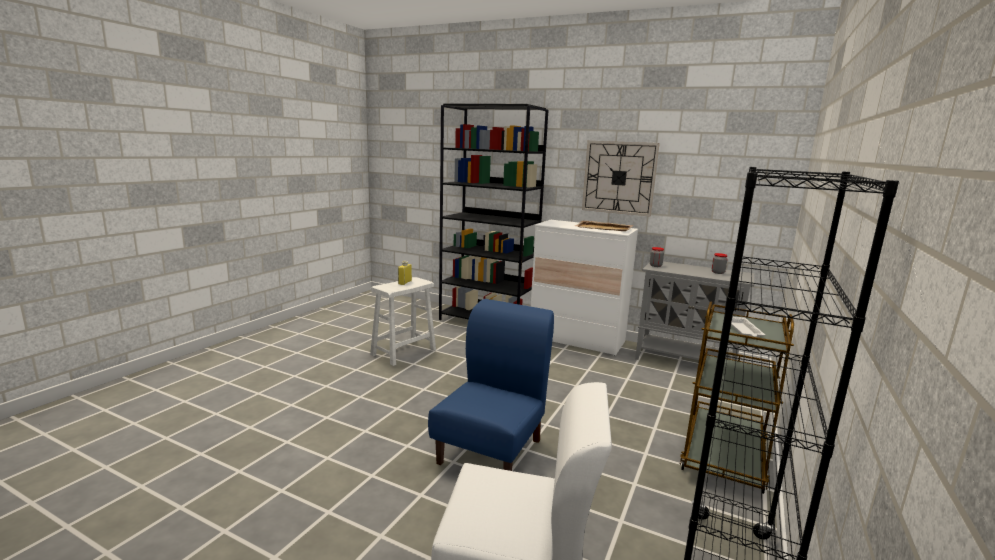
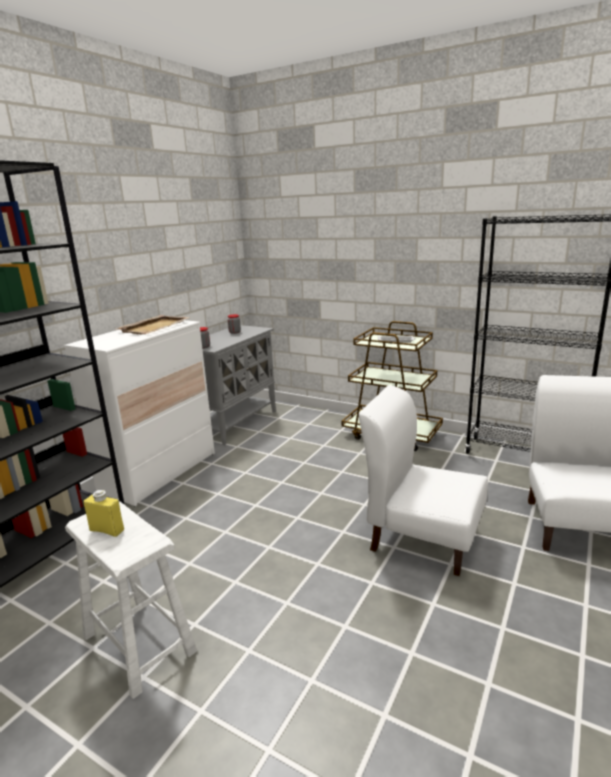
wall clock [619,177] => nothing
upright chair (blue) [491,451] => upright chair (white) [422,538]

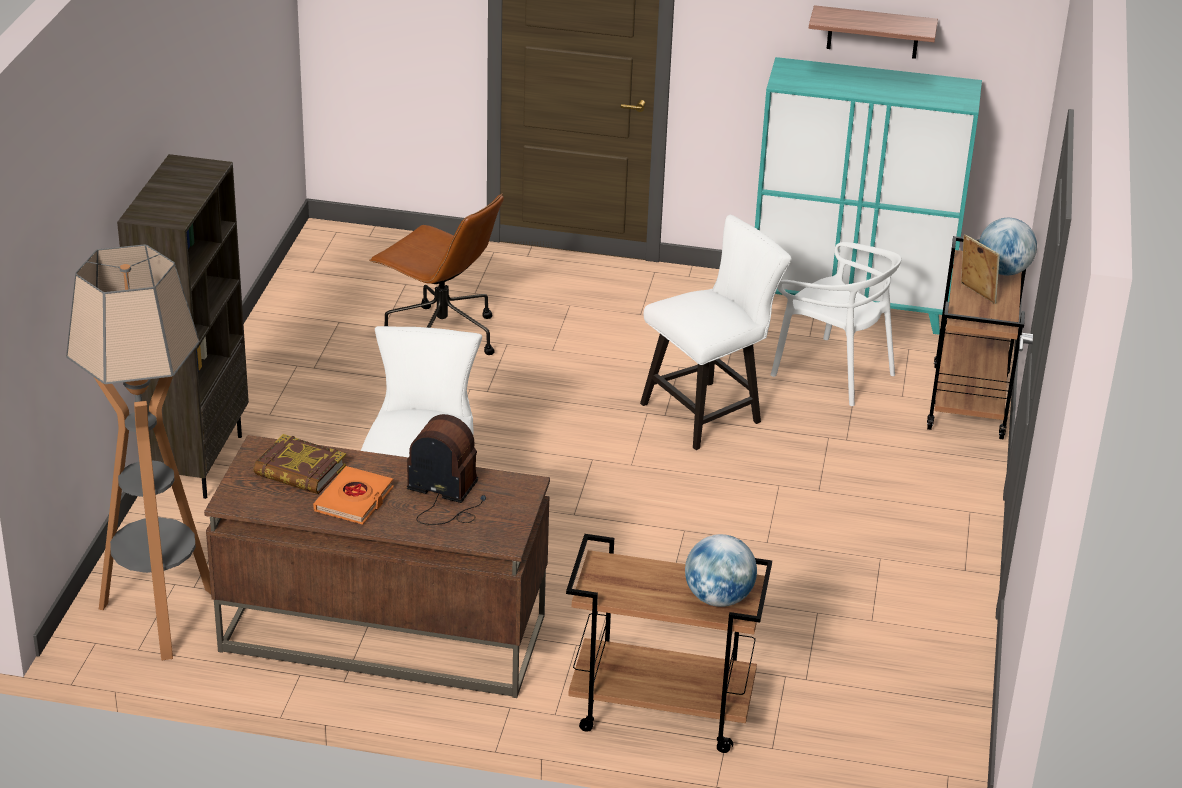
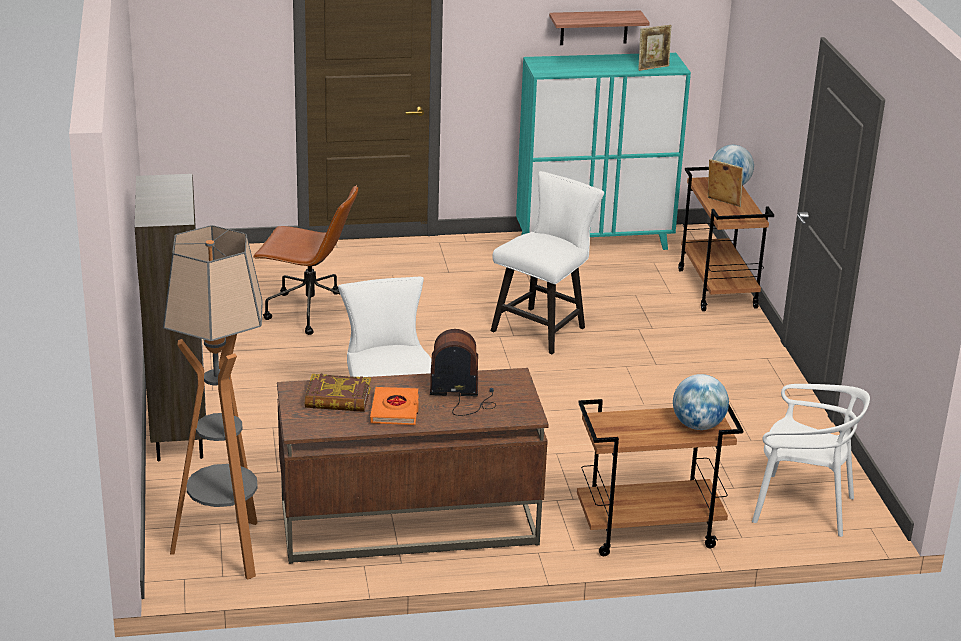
nothing => photo frame [653,68]
upright chair (white) [833,373] => upright chair (white) [802,507], moved

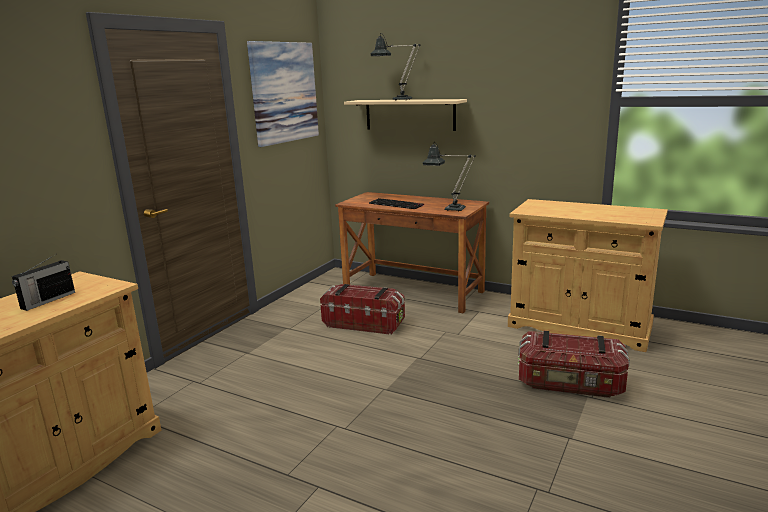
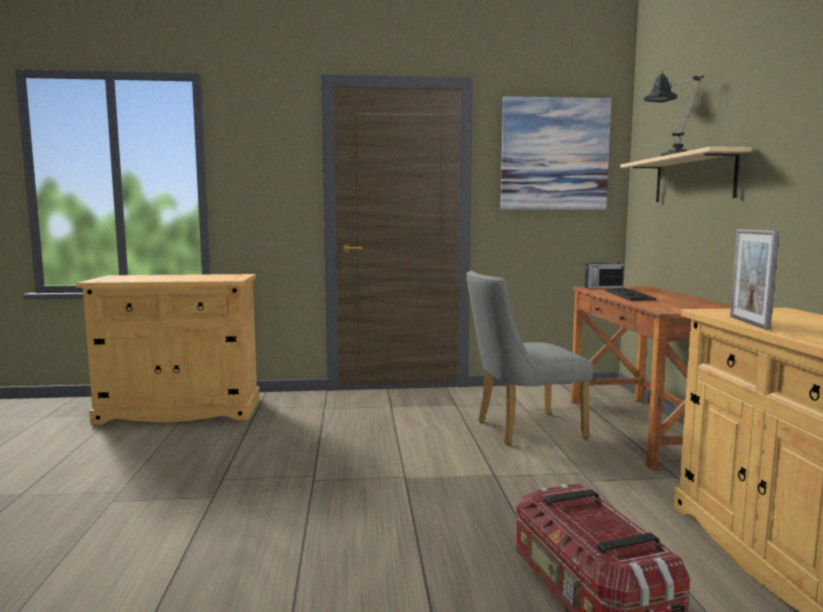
lamp for a table [449,209] => nothing
nothing => photo frame [749,323]
radio receiver [47,300] => radio receiver [602,287], moved
storage box [364,323] => upright chair (grey) [521,429]

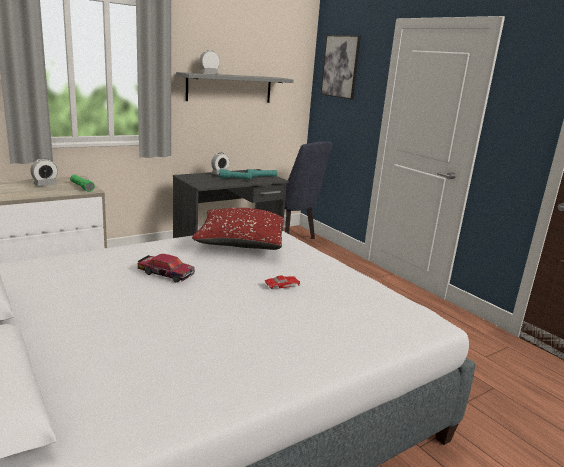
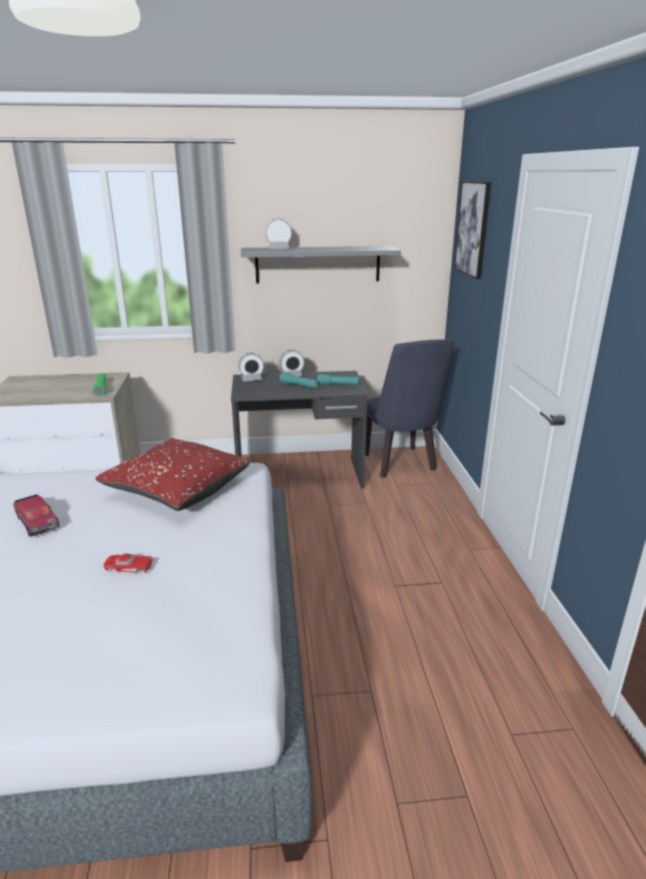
bedside clock [45,185] => bedside clock [251,379], moved

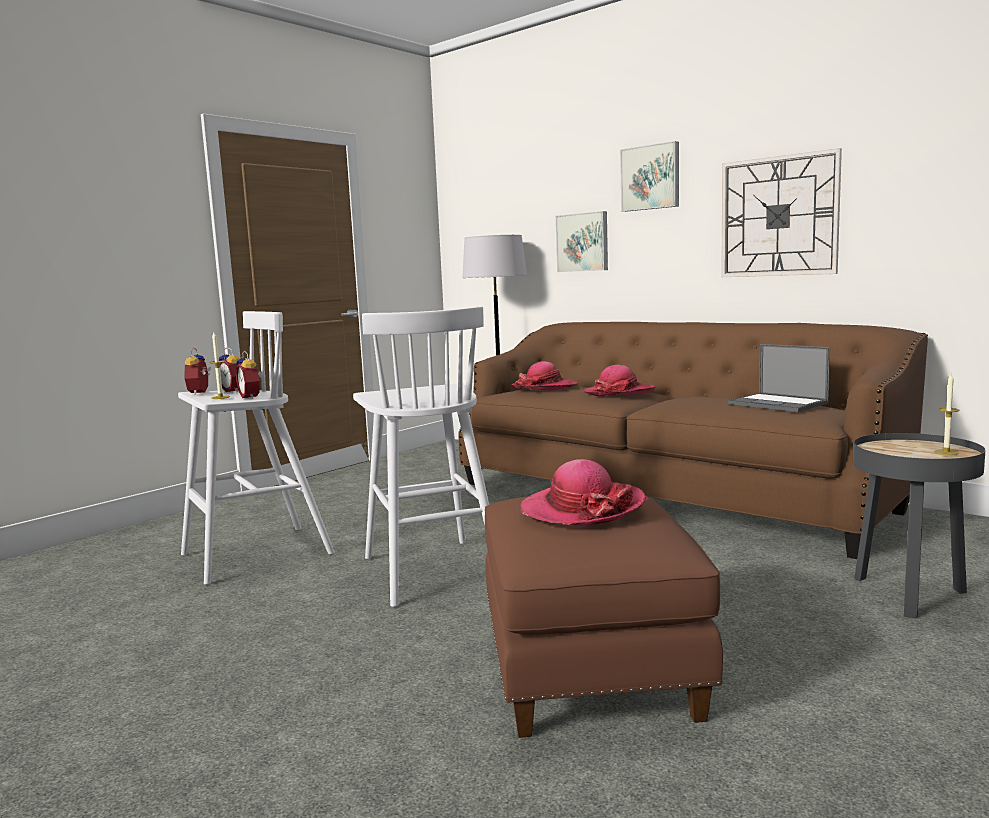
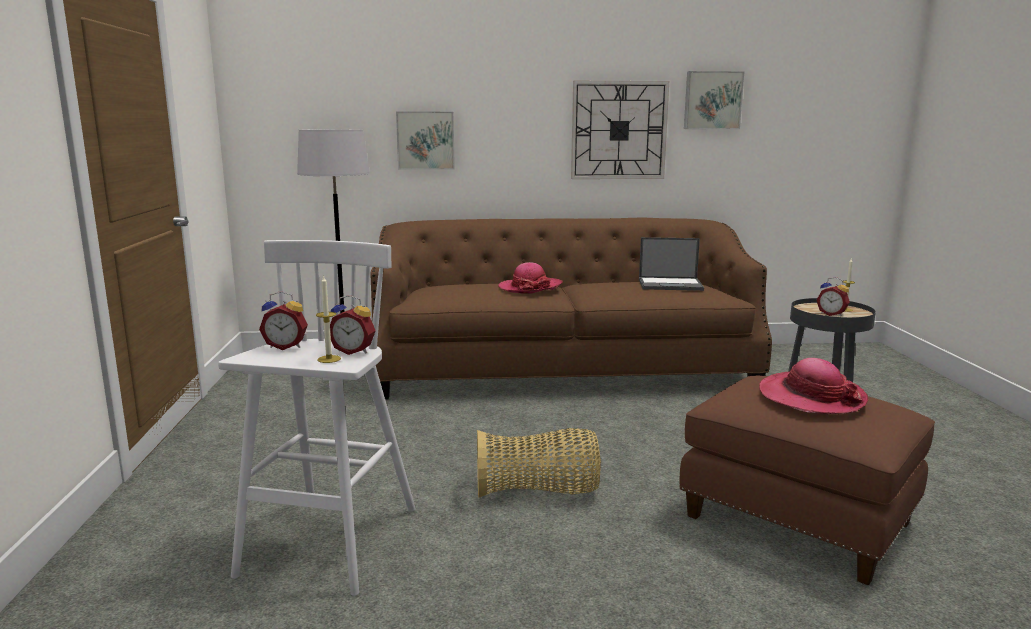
clothing hat [545,387] => nothing
bedside clock [201,392] => bedside clock [832,314], moved
wall art [651,177] => wall art [712,100], moved
sitting stool (white) [430,570] => household basket [538,492]

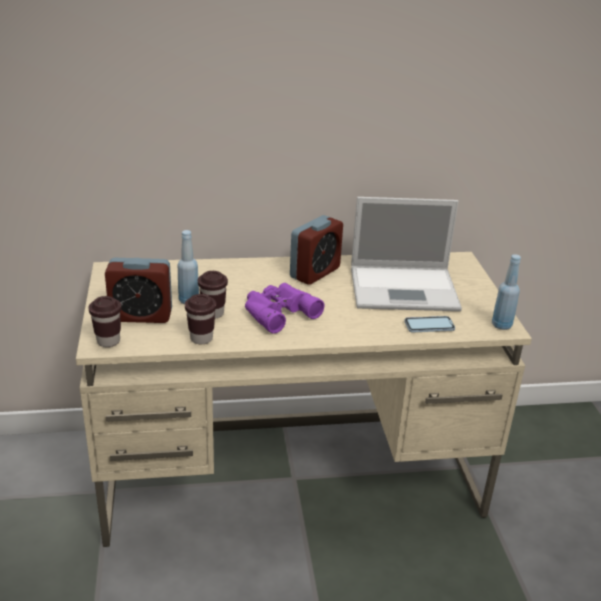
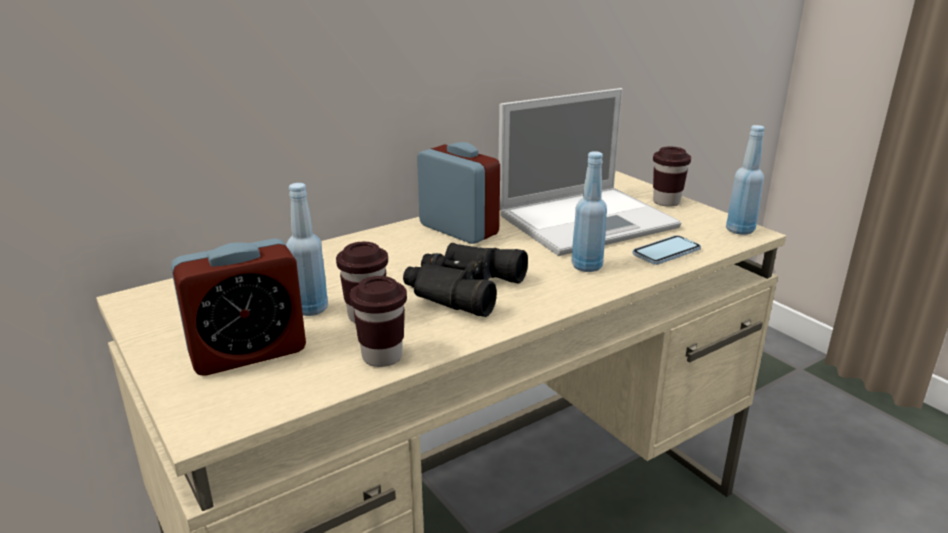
nothing => bottle (blue) [587,266]
small cup (brown-coloured) [108,341] => small cup (brown-coloured) [666,202], moved
binoculars (purple) [277,312] => binoculars (black-coloured) [459,288]
bedside clock [315,272] => bedside clock [458,230], 60 degrees counterclockwise

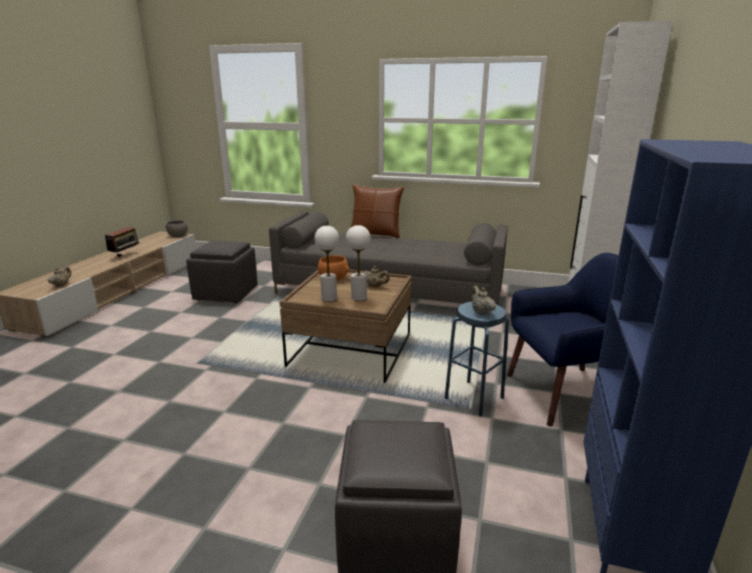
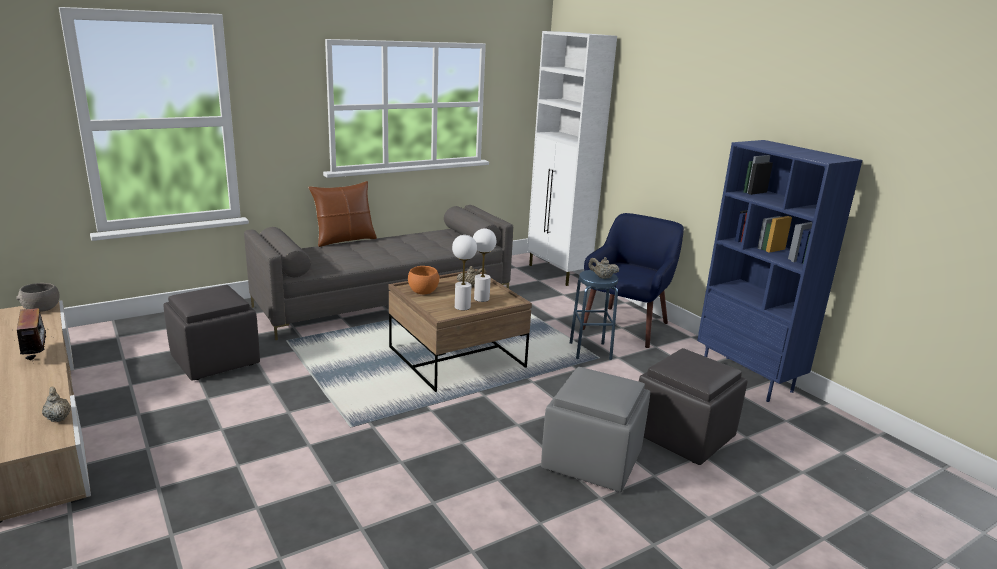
nothing => footrest (grey) [591,459]

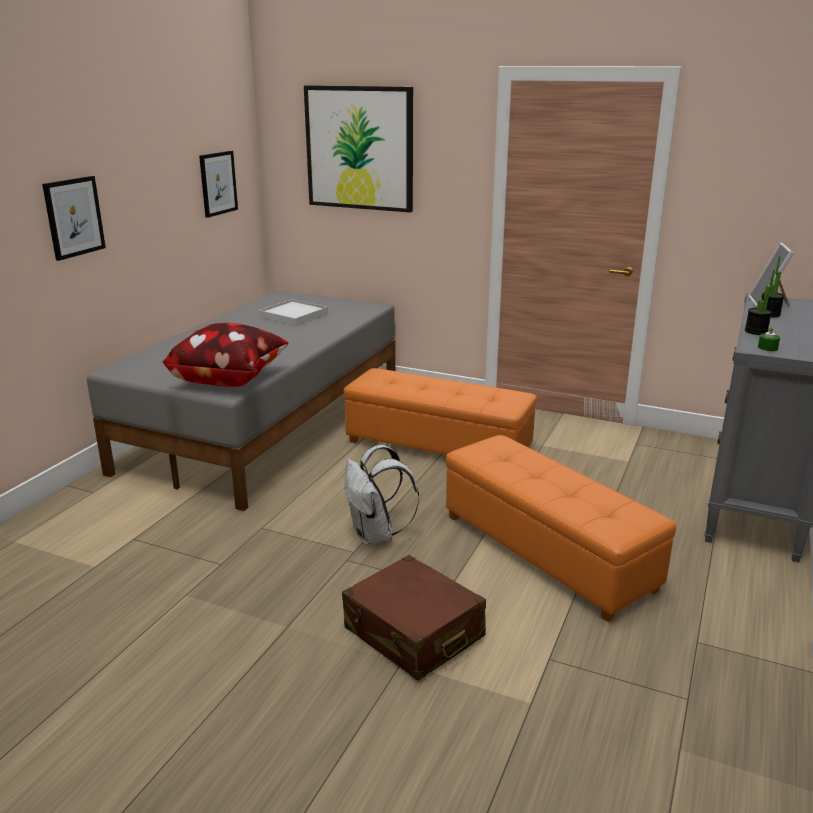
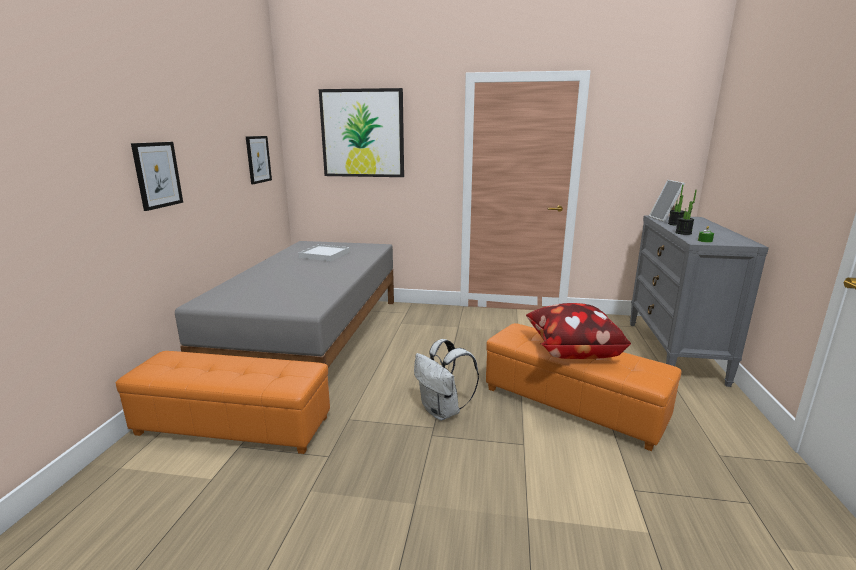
travel case (brown-coloured) [413,633] => nothing
pillow [229,379] => pillow [571,351], moved
footrest (orangey) [439,446] => footrest (orangey) [234,425], moved

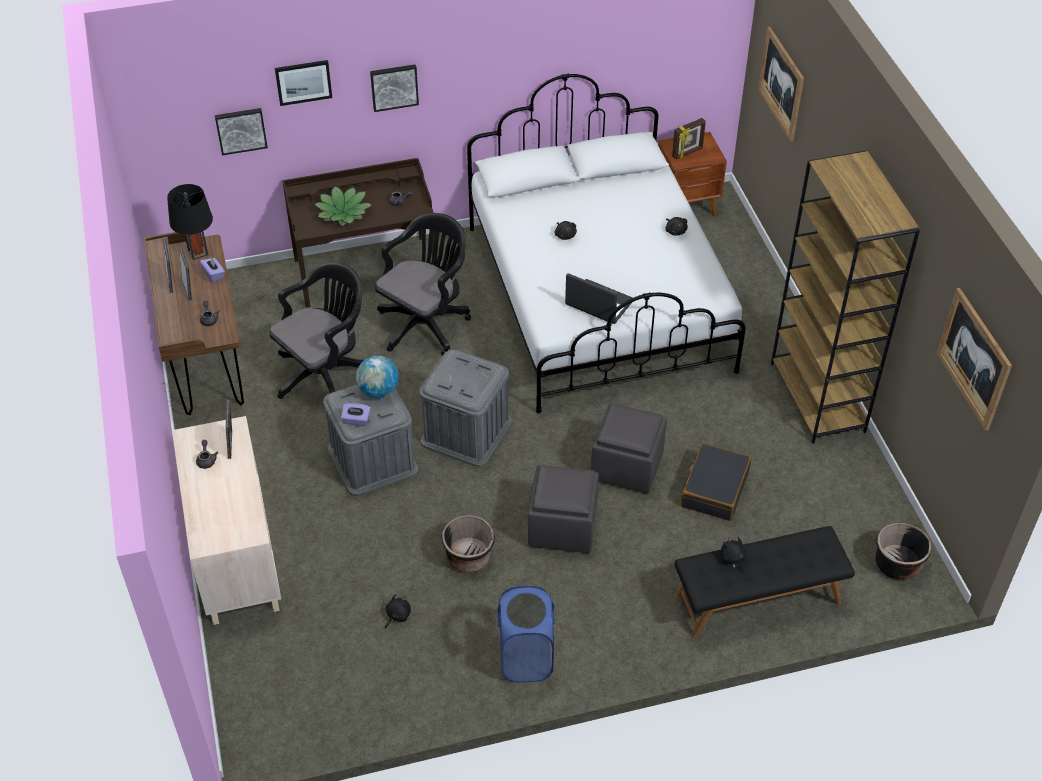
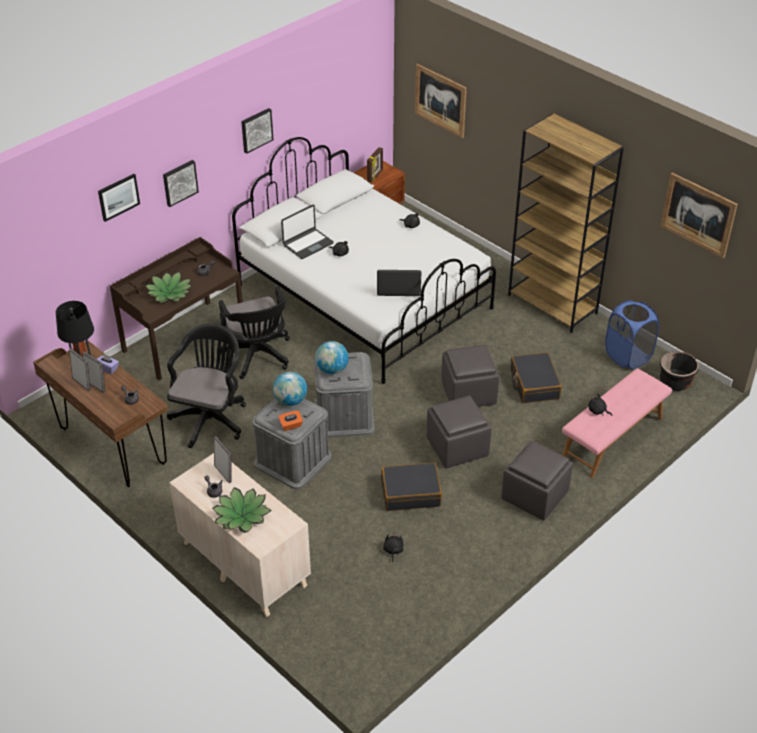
nothing => potted plant [242,515]
nothing => laptop [307,244]
nothing => globe [332,370]
nothing => footrest (grey) [535,496]
wall art [241,130] => wall art [256,130], moved
hamper (blue) [526,659] => hamper (blue) [628,356], moved
plant pot (black-coloured) [468,557] => travel case (black-coloured) [410,493]
tissue holder (purple) [356,420] => tissue holder (orangey) [291,425]
long seat (black-coloured) [758,600] => long seat (pink-coloured) [613,438]
desk chair (black-coloured) [426,323] => desk chair (black-coloured) [257,357], 150 degrees clockwise

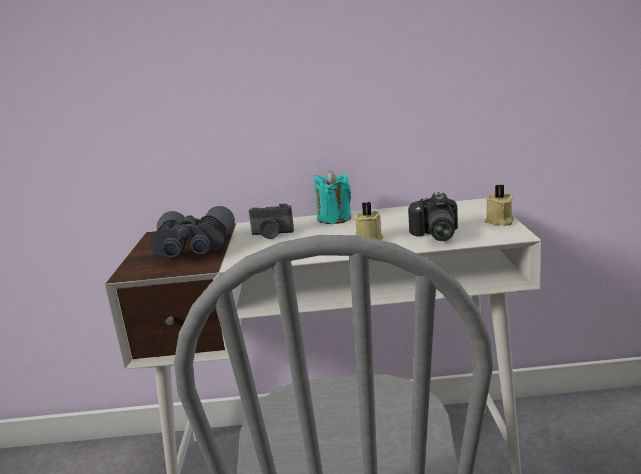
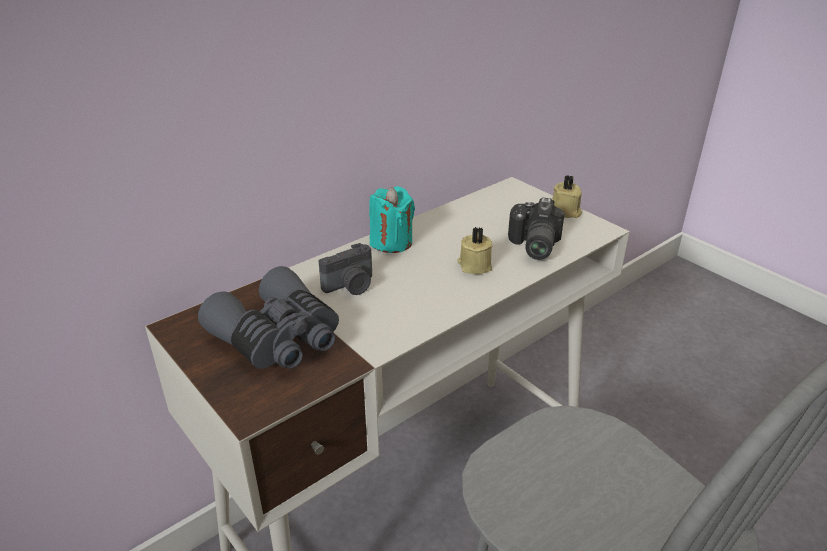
photo camera [434,235] => photo camera [532,245], 45 degrees clockwise

